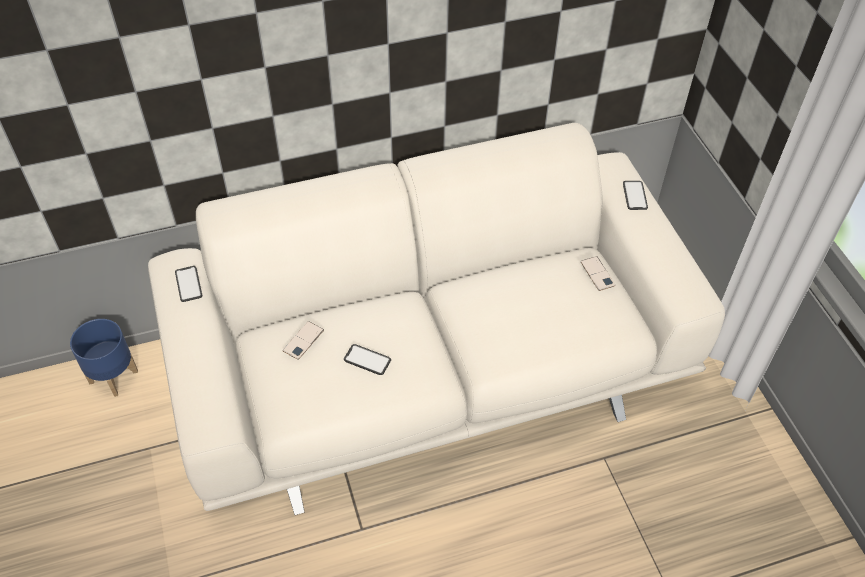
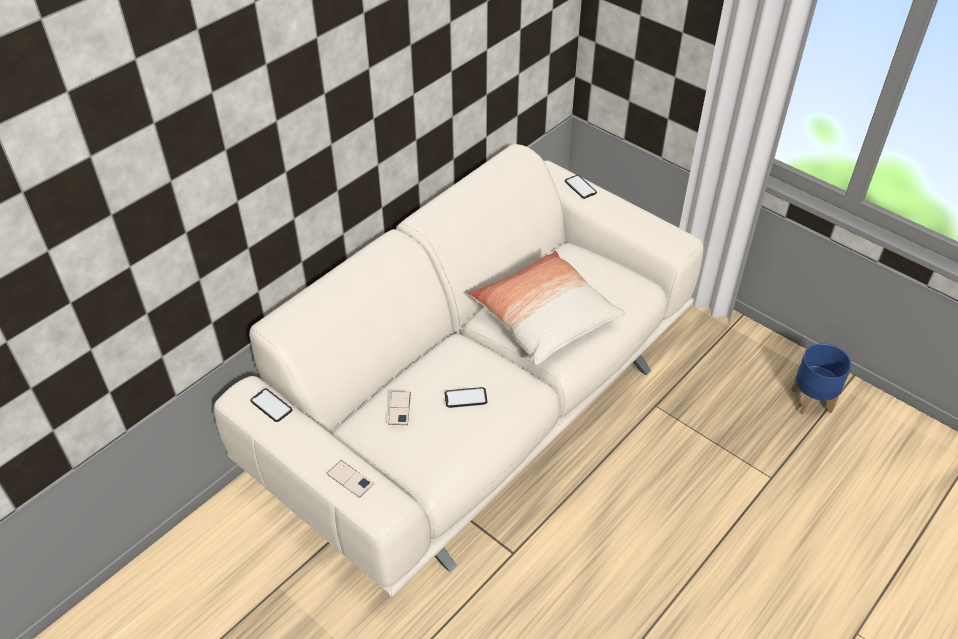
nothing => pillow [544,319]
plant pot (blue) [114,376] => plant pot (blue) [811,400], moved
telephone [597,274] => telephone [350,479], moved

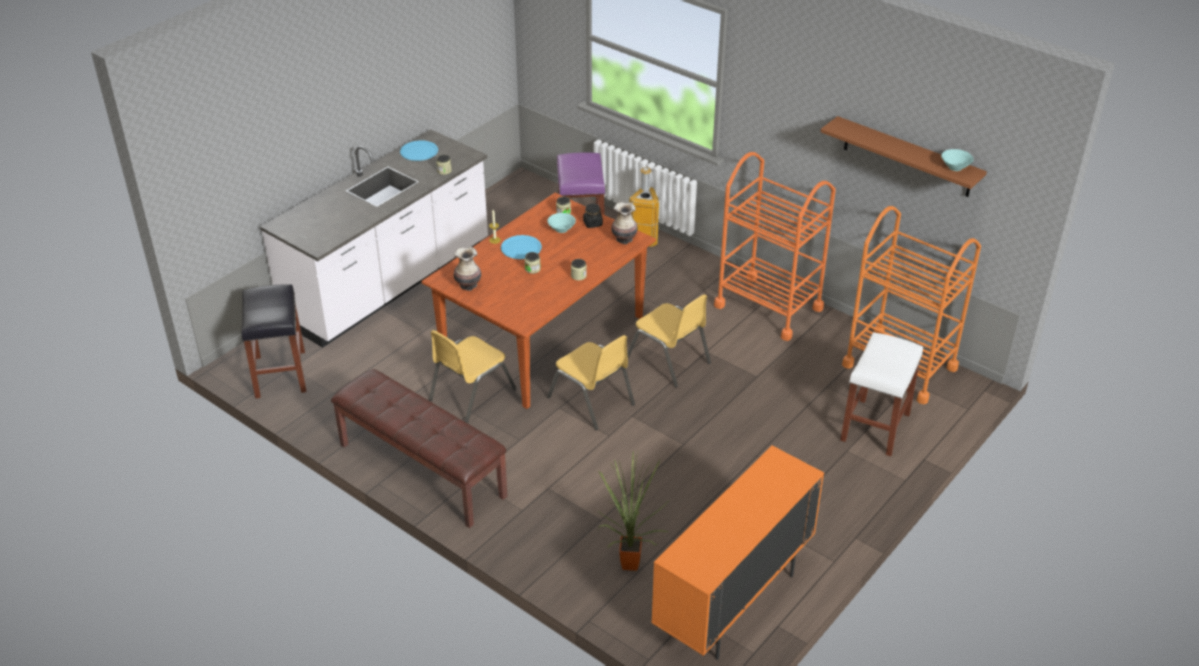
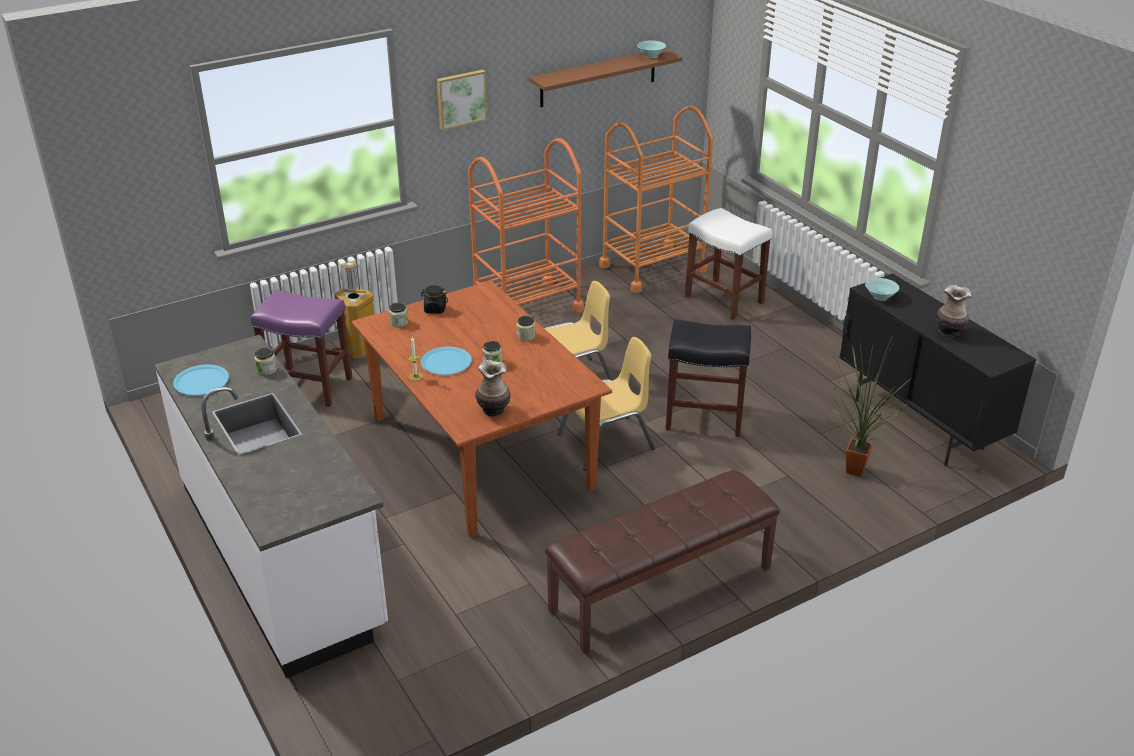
upright chair (yellow-coloured) [471,394] => nothing
nothing => wall art [461,98]
sitting stool (black-coloured) [280,373] => sitting stool (black-coloured) [703,417], moved
deep dish (turquoise-coloured) [561,229] => deep dish (turquoise-coloured) [880,297], moved
vase [624,239] => vase [949,332], moved
storage cabinet (orangey) [733,603] => storage cabinet (black-coloured) [918,424]

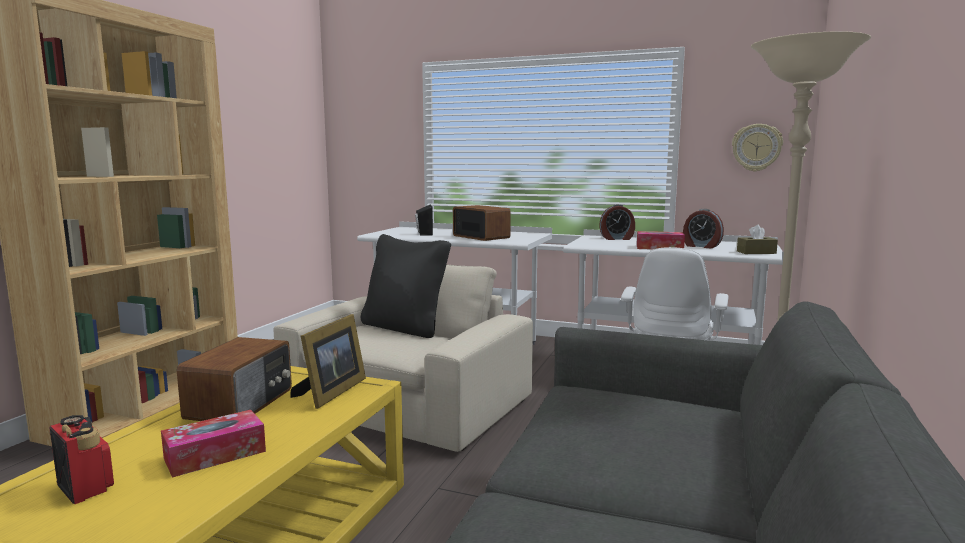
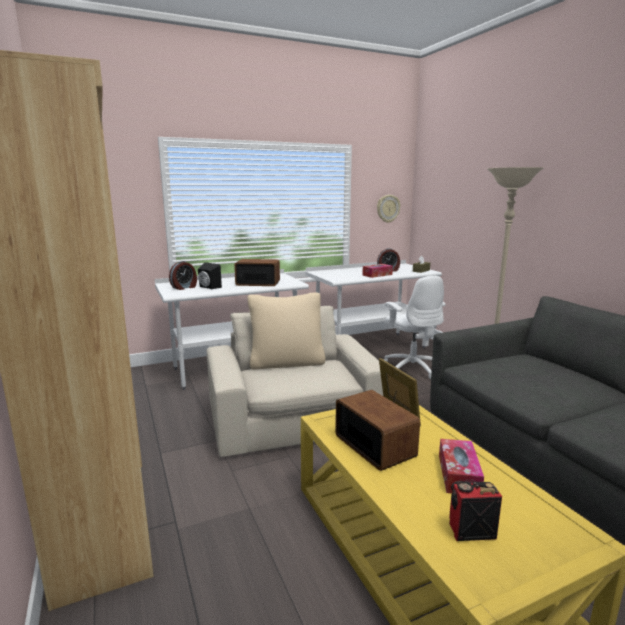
bedside clock [617,238] => bedside clock [184,287], moved
pillow (black-coloured) [405,328] => pillow (sand-coloured) [287,363]

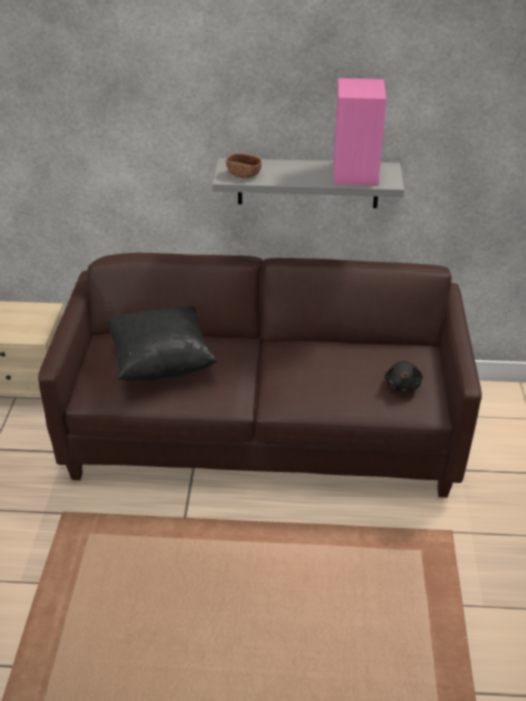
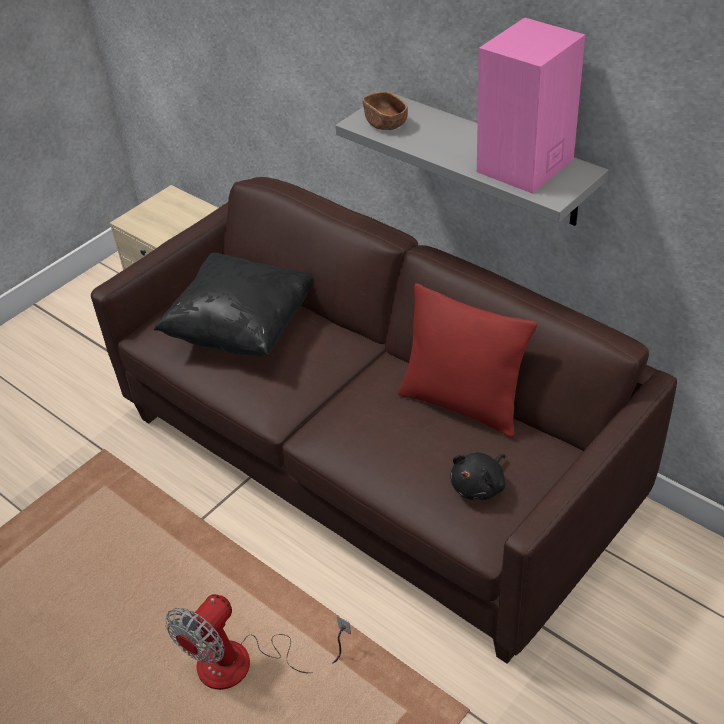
nothing => electric fan [245,664]
nothing => pillow (red) [462,404]

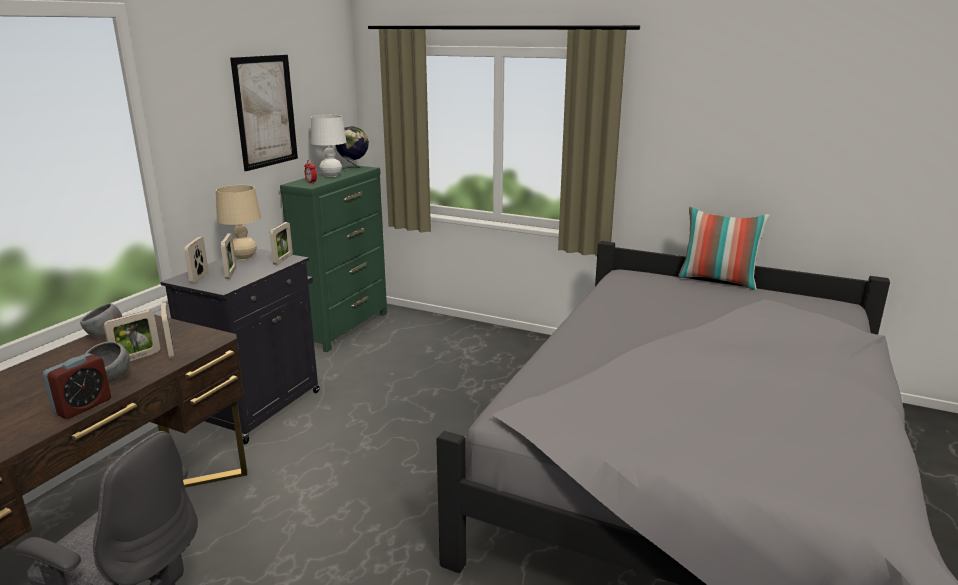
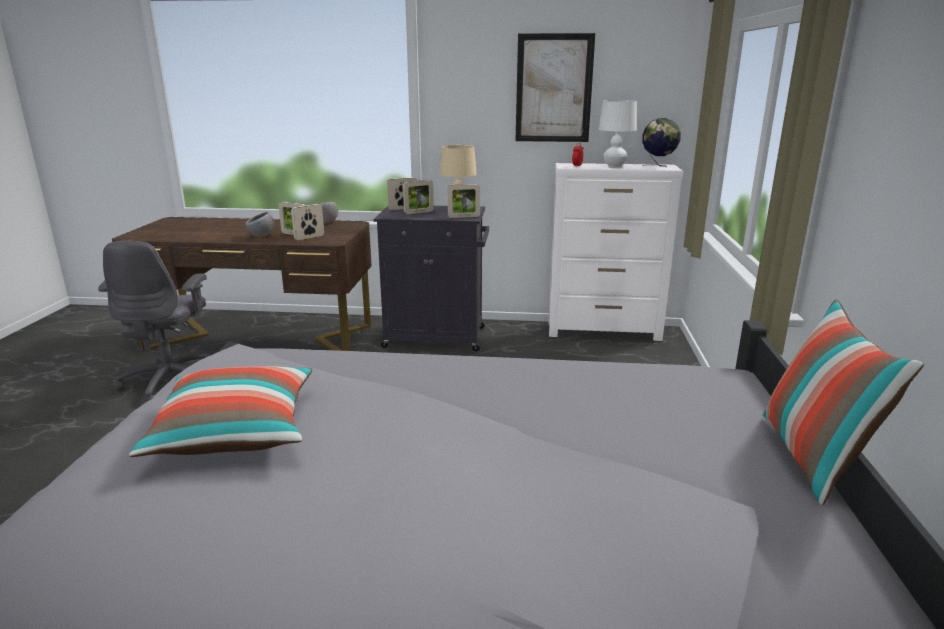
bedside clock [83,406] => nothing
nothing => pillow [236,431]
chest of drawers (green-coloured) [345,328] => chest of drawers (white) [604,331]

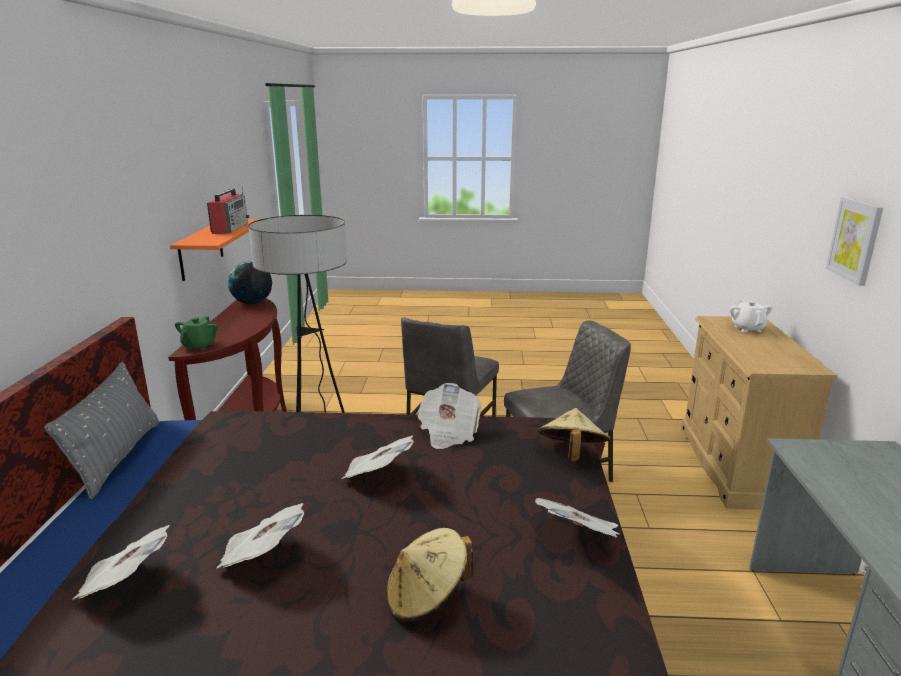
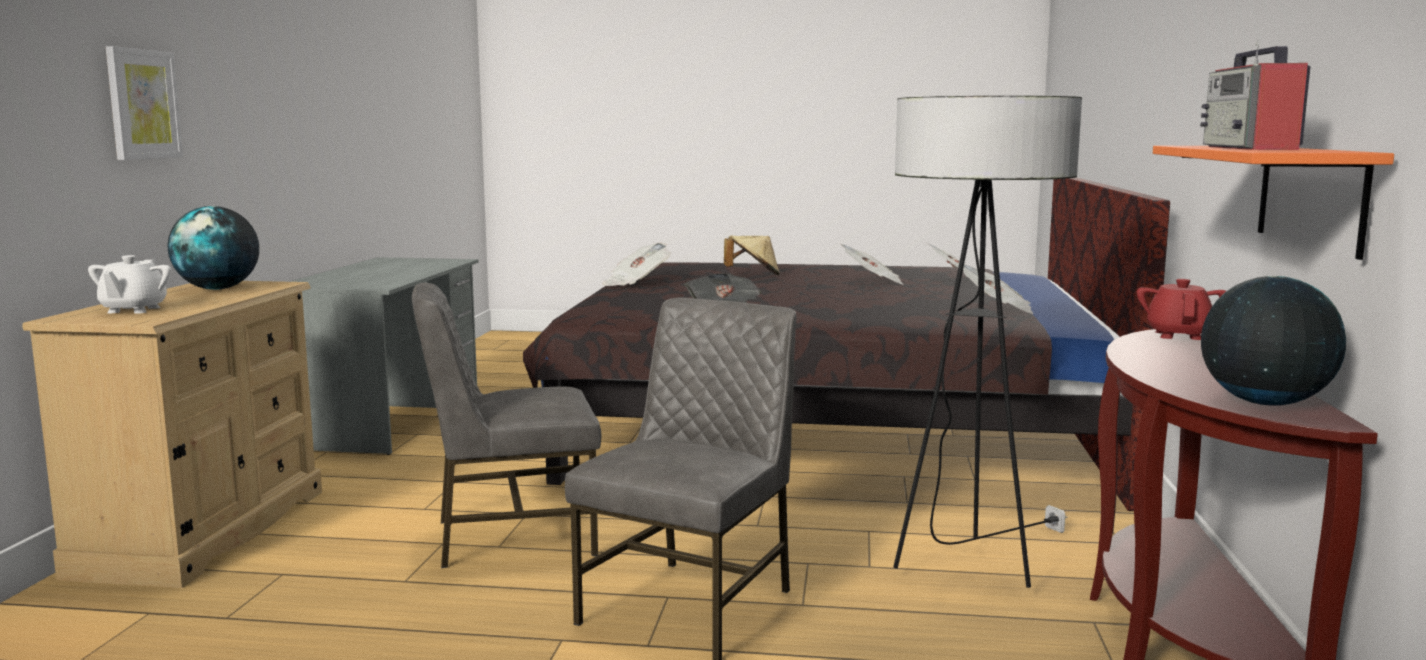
pillow (grey) [117,457] => nothing
clothing hat (sand-coloured) [571,454] => nothing
nothing => globe [218,289]
printed paper [378,474] => printed paper [997,309], moved
pot for tea (green-coloured) [199,346] => pot for tea (red) [1178,335]

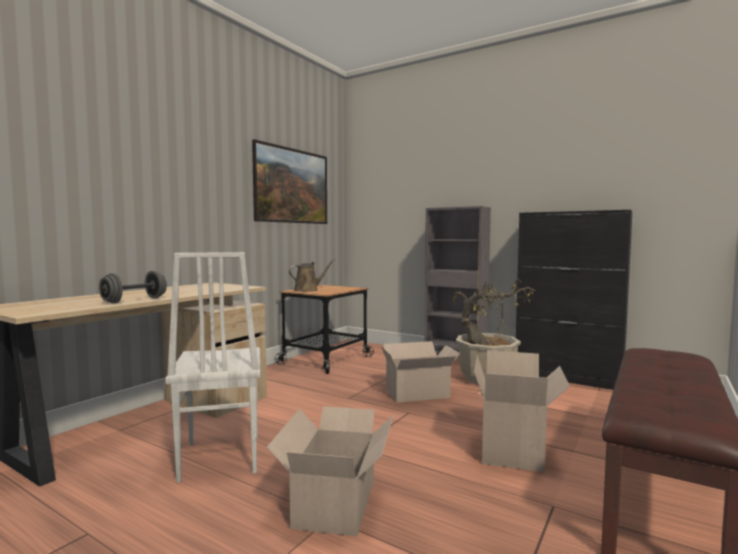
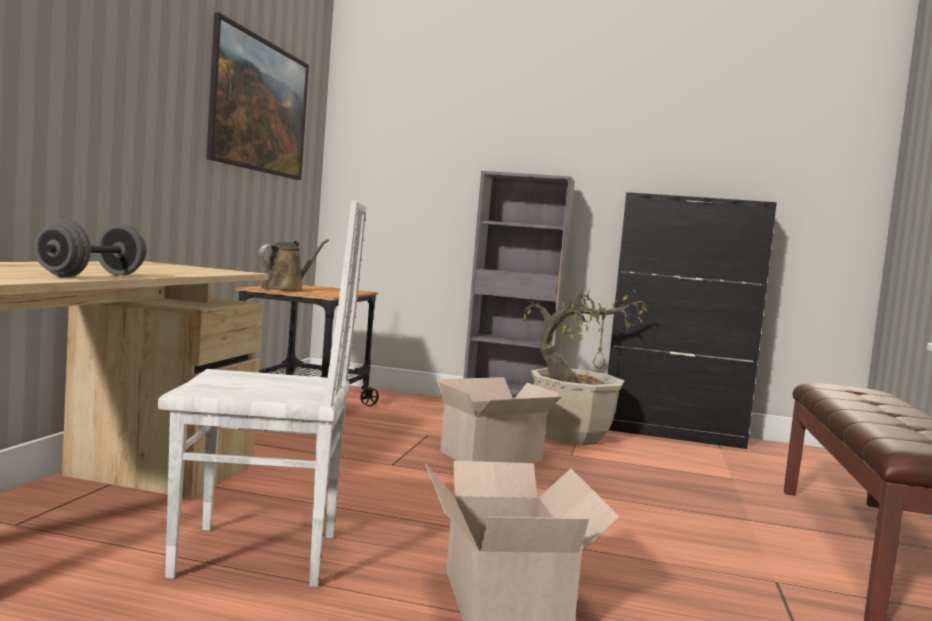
cardboard box [514,453] => nothing
upright chair (white) [219,457] => upright chair (white) [257,556], 60 degrees counterclockwise

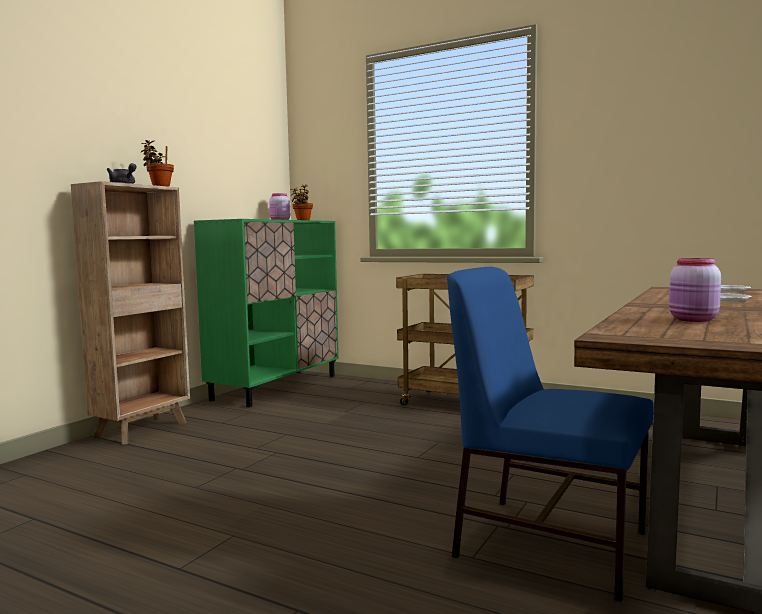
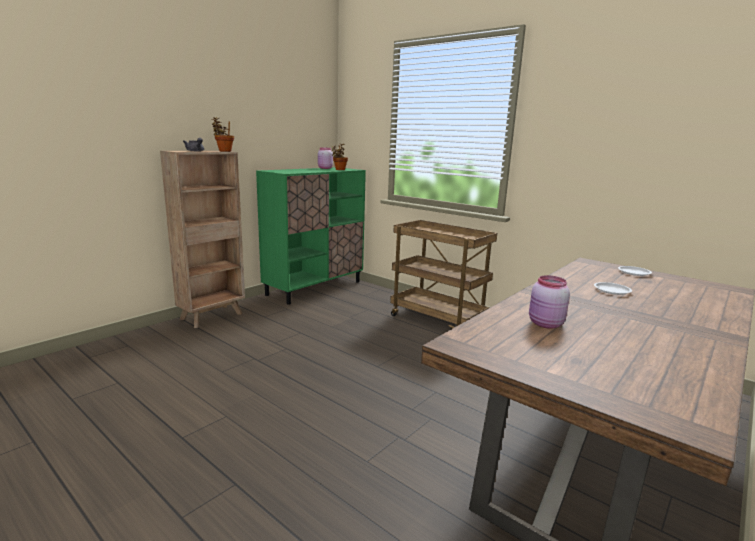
upright chair (blue) [547,542] => nothing

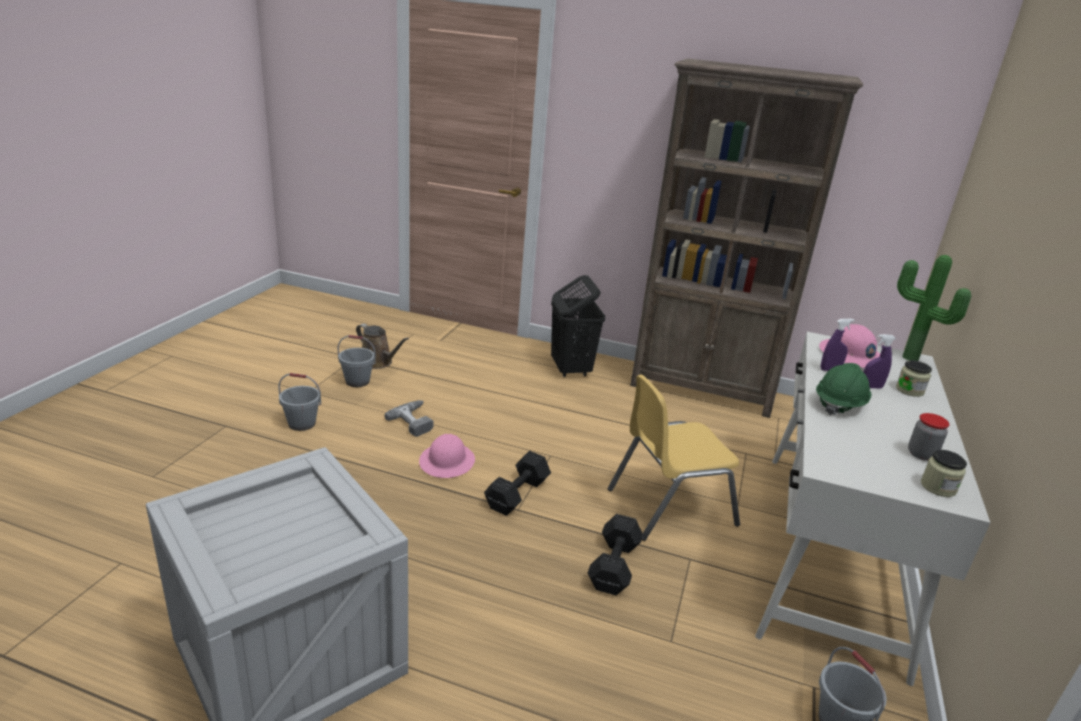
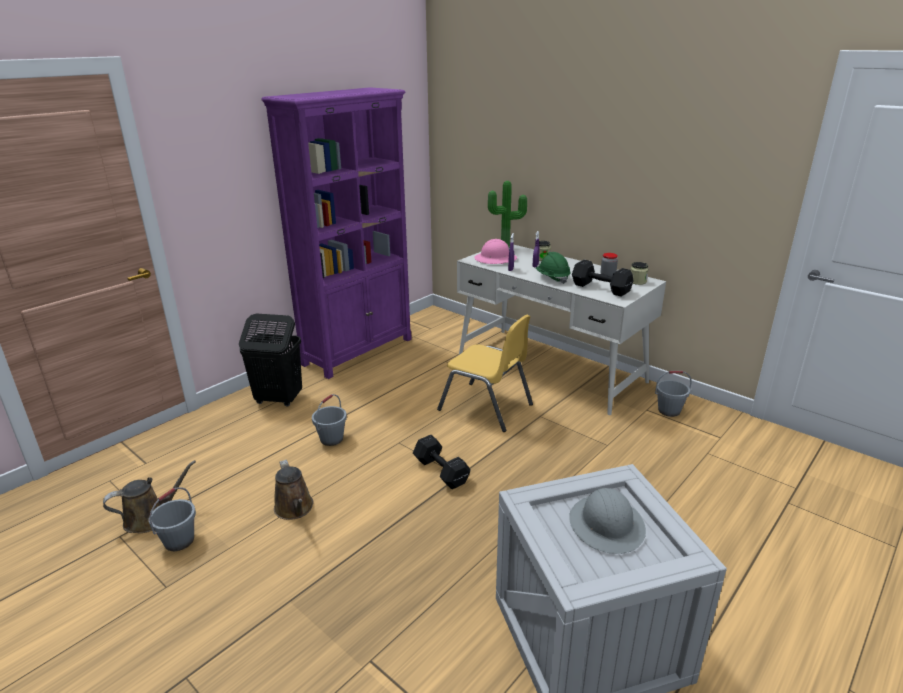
hard hat (pink-coloured) [447,462] => nothing
nothing => hard hat (grey) [607,525]
bucket (grey) [302,423] => bucket (grey) [331,439], moved
hand weight (black-coloured) [615,565] => hand weight (black-coloured) [600,288], moved
drill [416,421] => watering pot (brown-coloured) [295,509]
shelving unit (brown-coloured) [703,389] => shelving unit (purple) [358,351]
upright chair (yellow-coloured) [670,506] => upright chair (yellow-coloured) [486,407], 60 degrees counterclockwise

